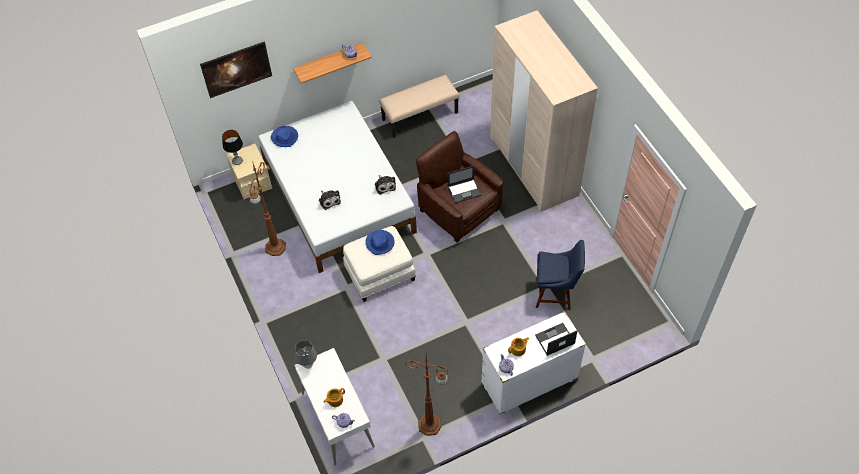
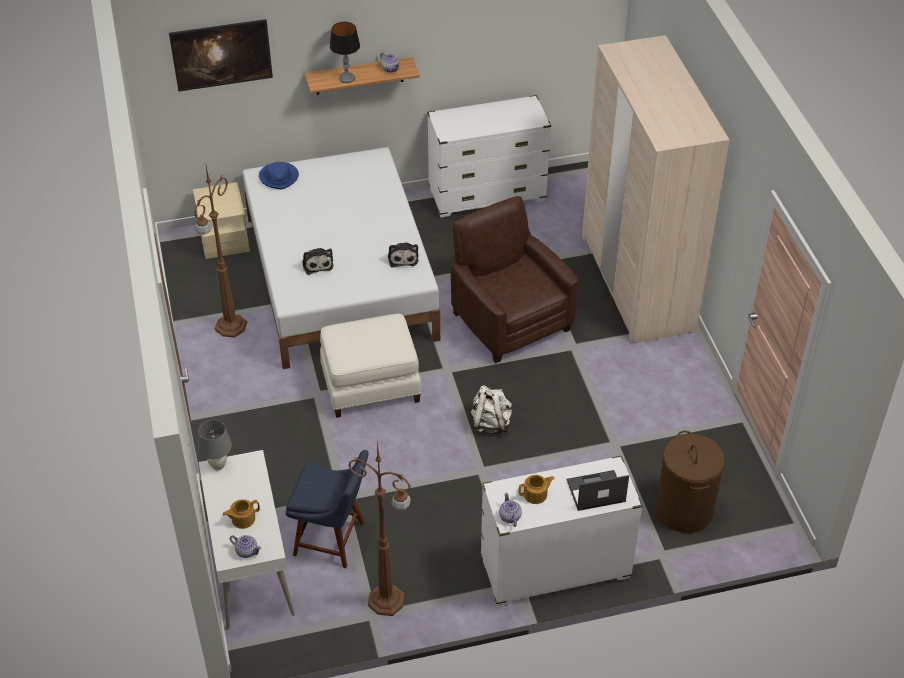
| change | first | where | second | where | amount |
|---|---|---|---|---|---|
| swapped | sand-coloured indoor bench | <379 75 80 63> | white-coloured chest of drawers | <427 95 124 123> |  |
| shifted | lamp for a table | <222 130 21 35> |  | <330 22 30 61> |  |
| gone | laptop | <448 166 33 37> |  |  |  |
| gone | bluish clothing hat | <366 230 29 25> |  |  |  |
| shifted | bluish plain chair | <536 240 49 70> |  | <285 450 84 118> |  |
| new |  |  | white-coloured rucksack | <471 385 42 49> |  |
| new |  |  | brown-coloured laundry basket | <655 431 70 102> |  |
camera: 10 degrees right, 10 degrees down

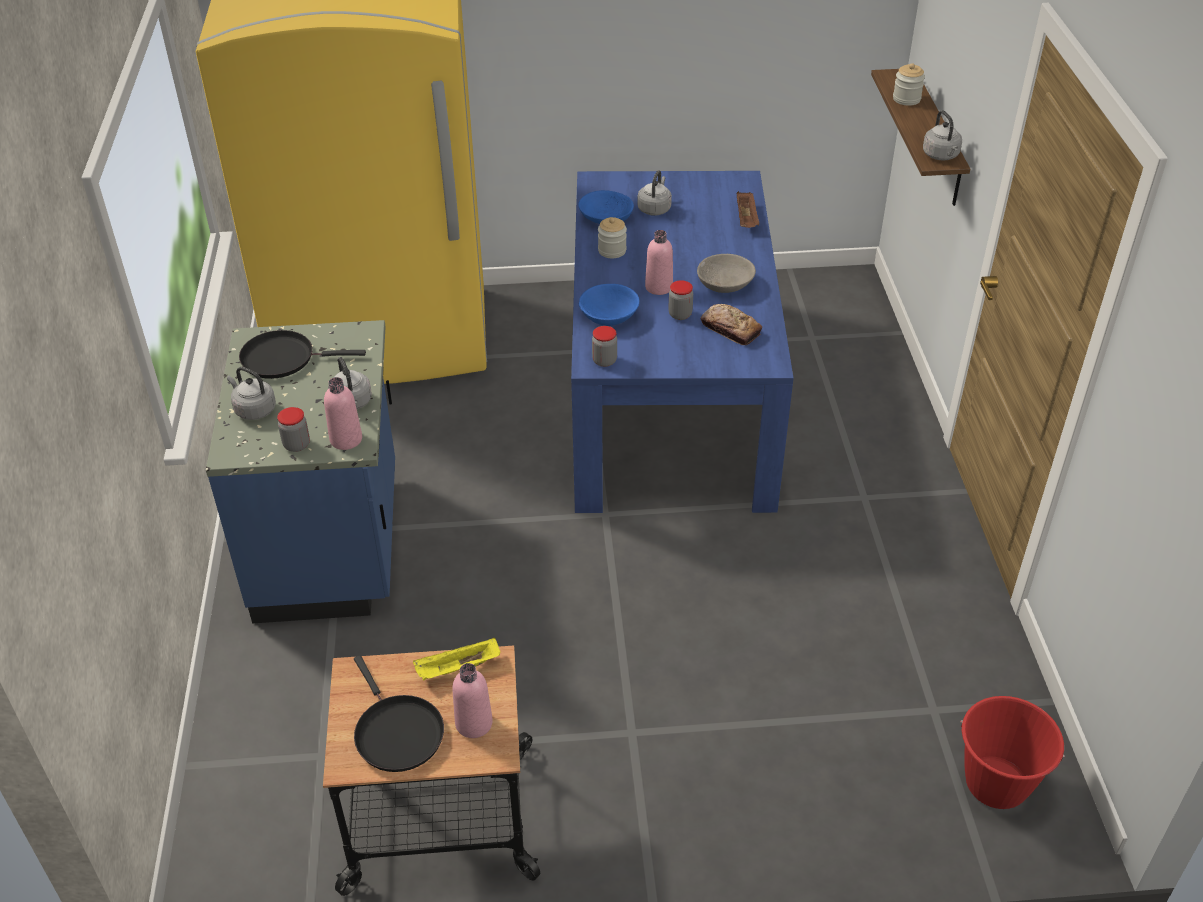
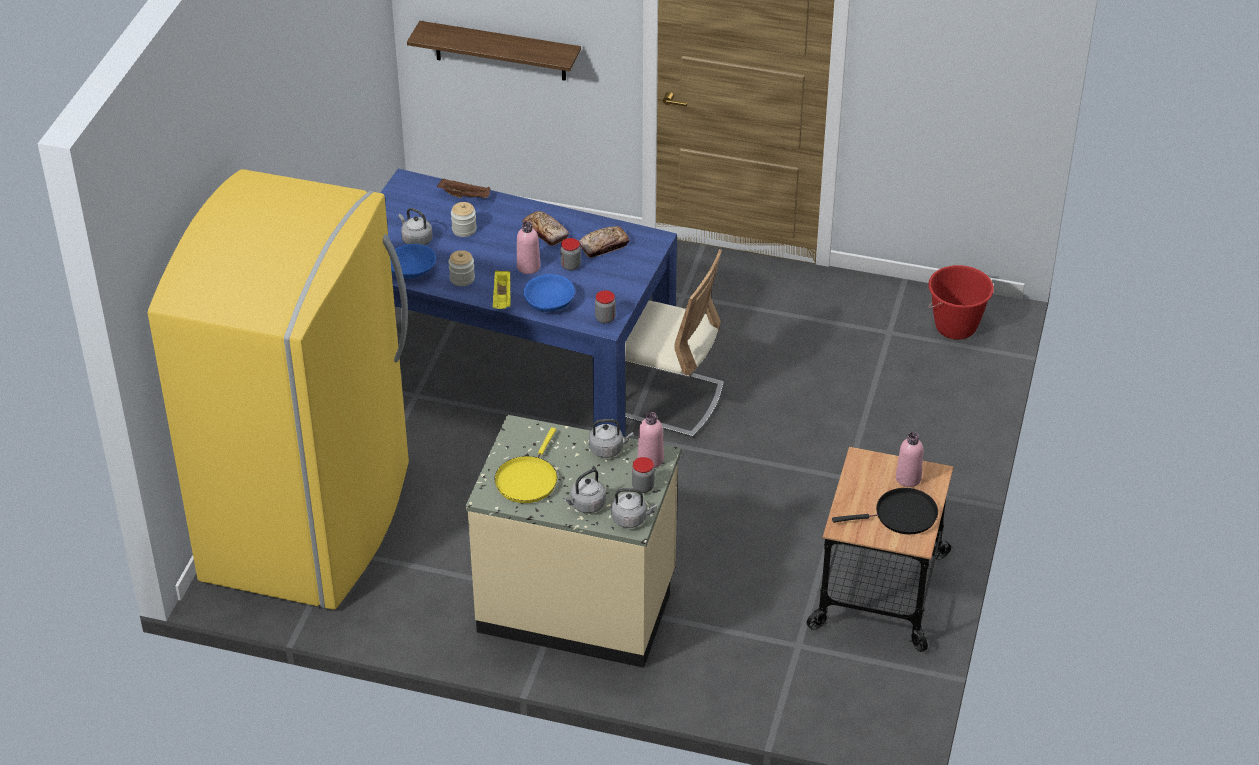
| change | first | where | second | where | amount |
|---|---|---|---|---|---|
| shifted | storage jar | <893 63 32 43> |  | <451 202 26 35> |  |
| shifted | gray water kettle | <923 110 39 51> |  | <611 488 46 40> |  |
| swapped | gray deep dish | <697 254 59 39> | baked bread | <522 211 47 35> |  |
| repainted | bluish kitchen base unit | <206 320 189 304> | sand-coloured kitchen base unit | <466 415 215 253> |  |
| repainted | black pan | <239 330 127 49> | yellow pan | <494 427 63 76> |  |
| shifted | yellow tray | <413 637 87 44> |  | <493 270 18 39> |  |
| new |  |  | sand-coloured plain chair | <625 249 99 188> |  |
camera: 70 degrees left, 0 degrees up

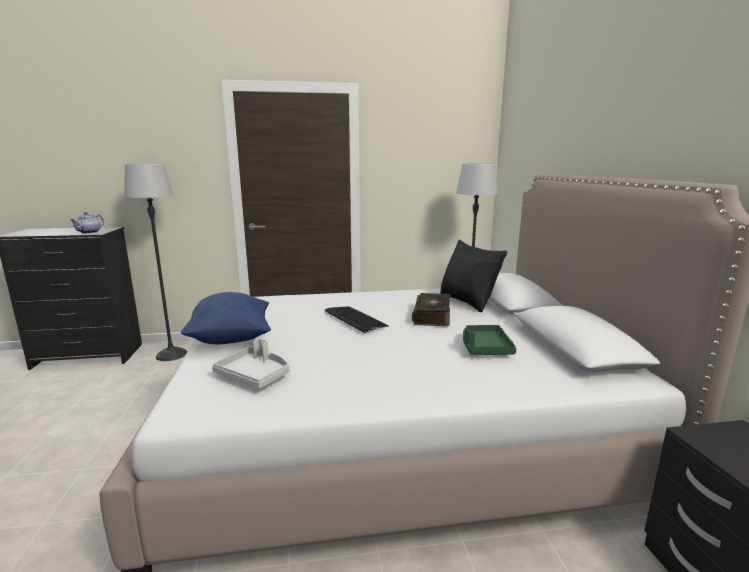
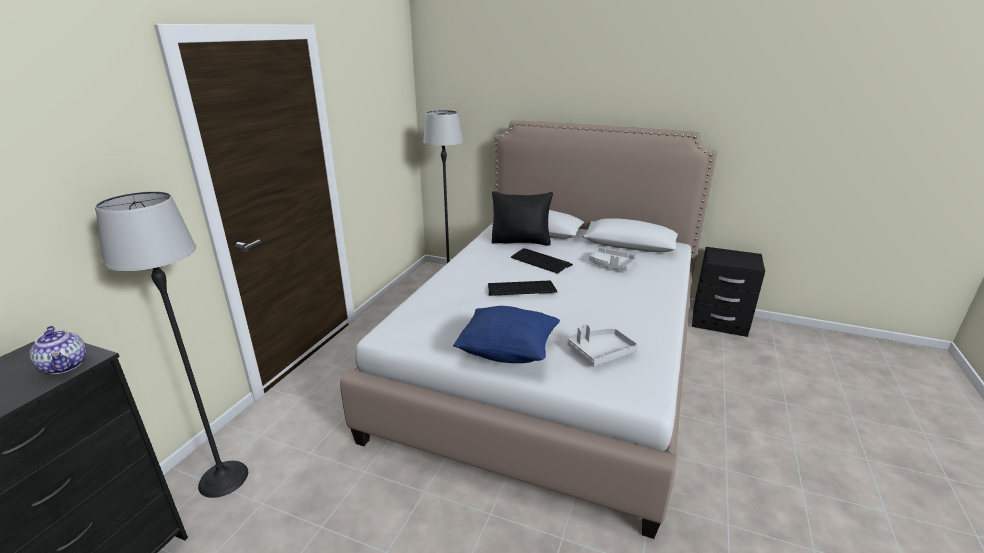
| change | first | where | second | where | amount |
|---|---|---|---|---|---|
| swapped | bound book | <412 293 38 33> | keyboard | <511 248 62 26> |  |
| repainted | green tray | <463 325 53 30> | gray tray | <589 247 47 24> |  |
camera: 60 degrees left, 10 degrees up

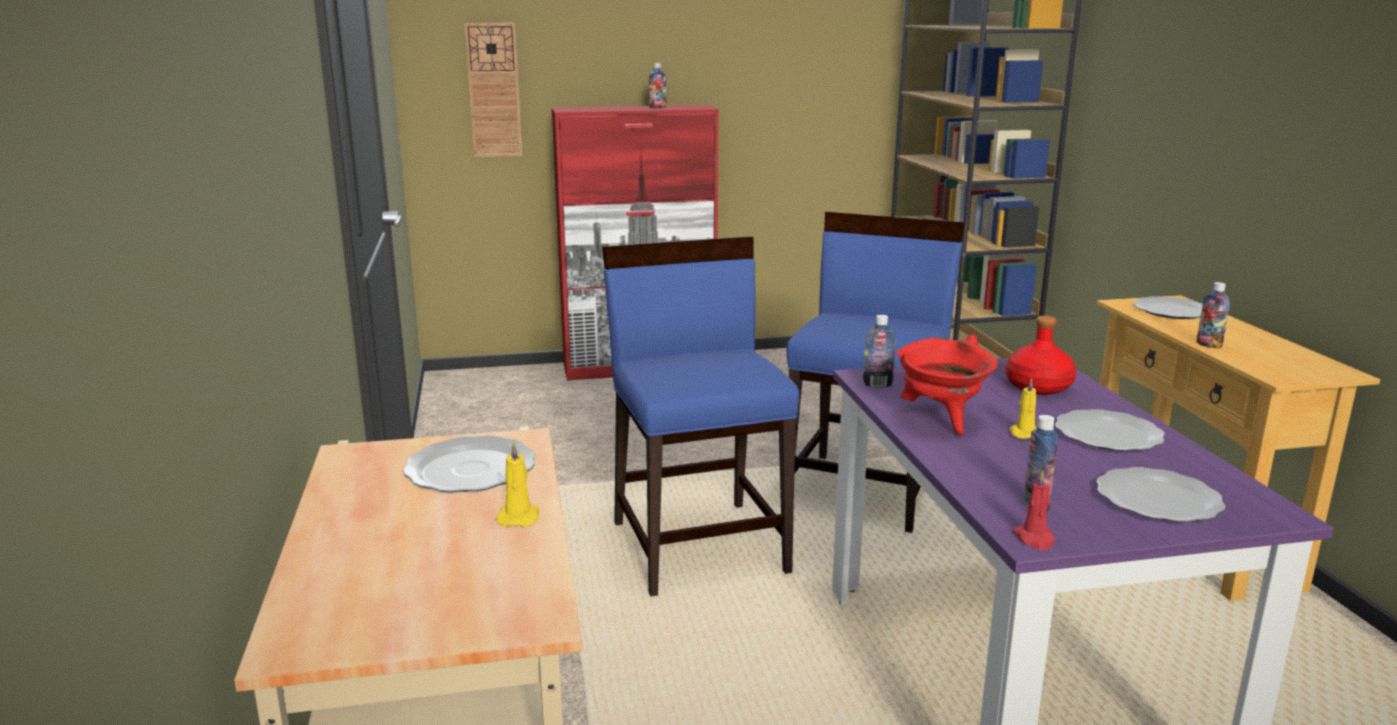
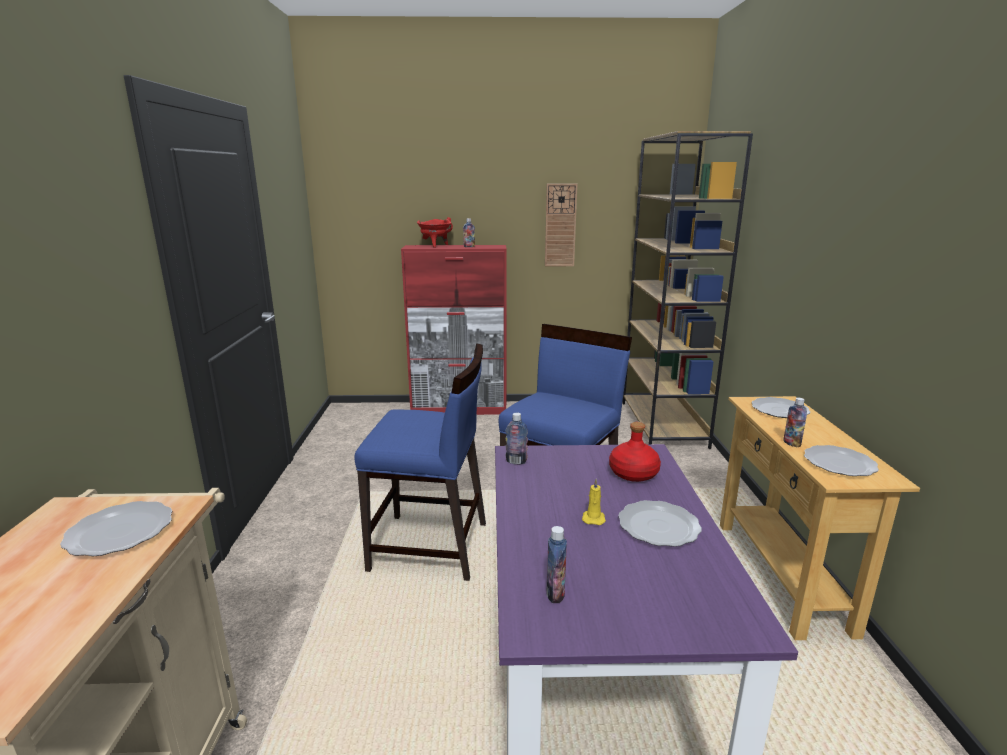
| change | first | where | second | where | amount |
|---|---|---|---|---|---|
| shifted | wall clock | <465 23 57 134> |  | <545 184 32 82> |  |
| rotated | bluish plain chair | <602 237 197 360> |  | <354 343 132 238> | 105 degrees clockwise |
| shifted | red cooking pot | <896 335 102 100> |  | <417 217 36 31> |  |
| gone | yellow wax light | <495 441 44 86> |  |  |  |
| shifted | plate | <1096 467 129 55> |  | <804 445 75 31> |  |
| gone | red wax light | <1013 470 42 80> |  |  |  |
camera: 10 degrees right, 0 degrees up

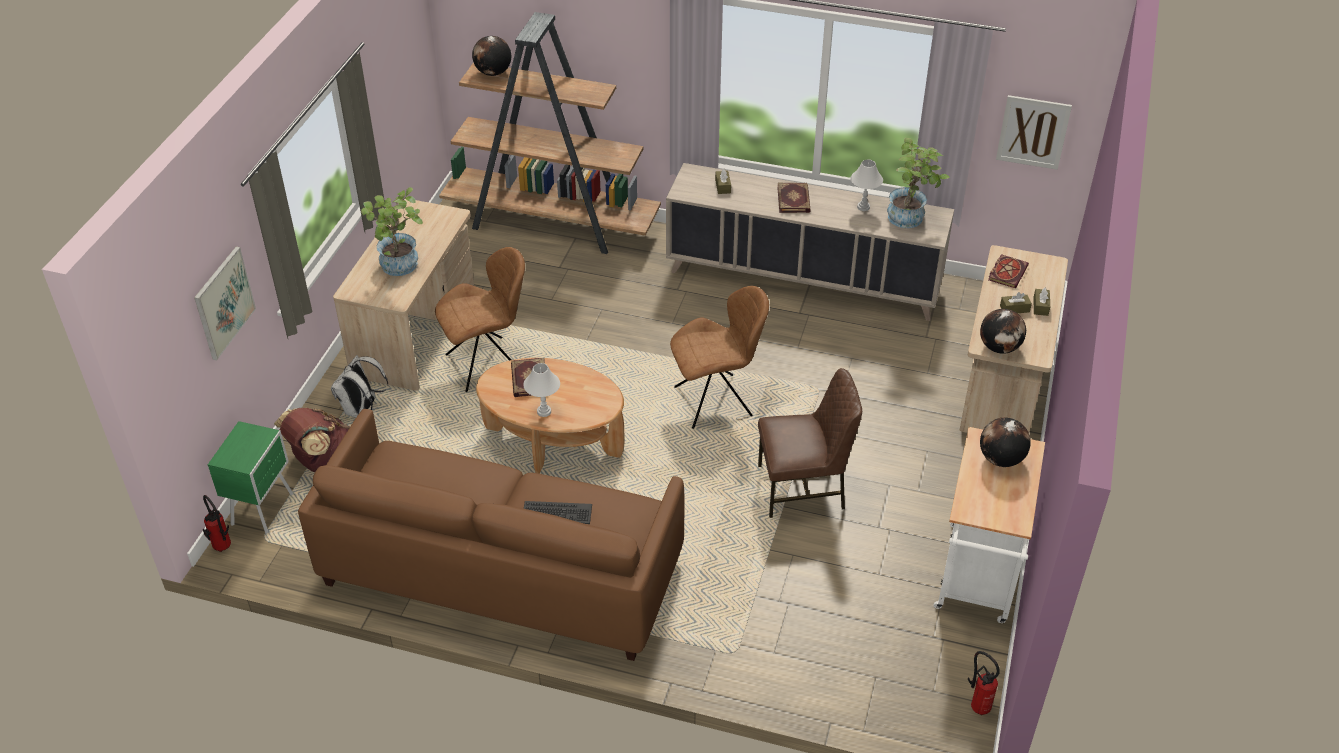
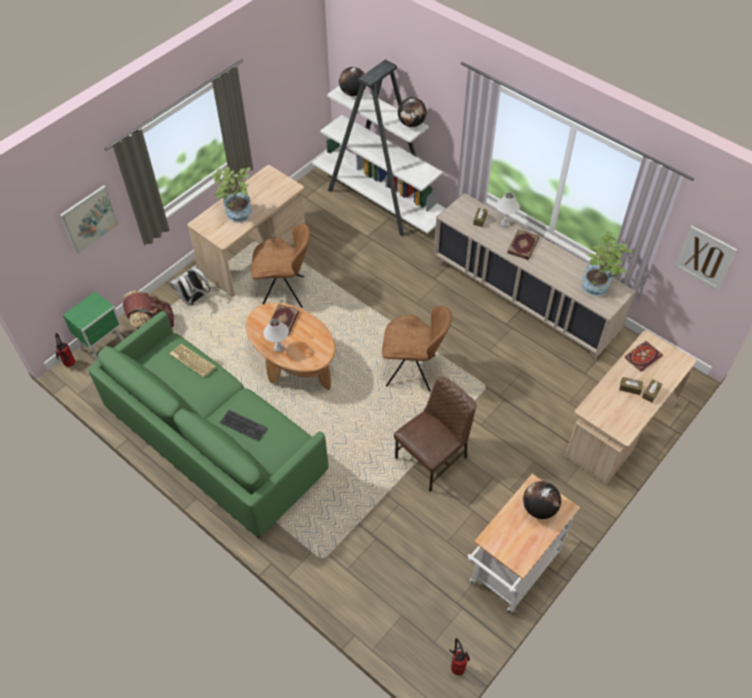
| change | first | where | second | where | amount |
|---|---|---|---|---|---|
| repainted | brown-coloured bookcase | <439 12 222 242> | white-coloured bookcase | <312 60 134 177> |  |
| shifted | white-coloured lamp for a table | <850 160 33 51> |  | <496 192 24 35> |  |
| shifted | desk globe | <980 309 46 45> |  | <398 97 29 30> |  |
| rotated | brown-coloured plain chair | <758 368 104 150> |  | <394 377 82 115> | 60 degrees counterclockwise |
| repainted | brown-coloured sofa | <298 409 386 252> | green sofa | <88 311 241 227> |  |
| new |  |  | keyboard | <170 344 46 33> |  |
camera: 25 degrees right, 10 degrees up

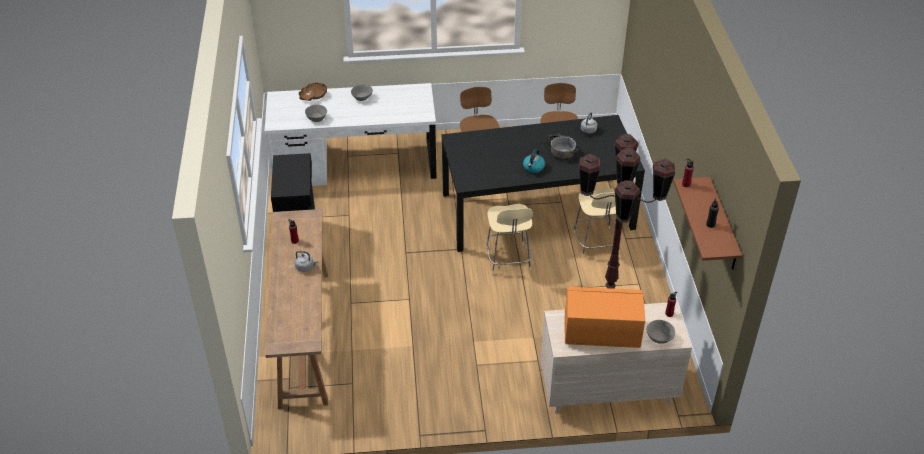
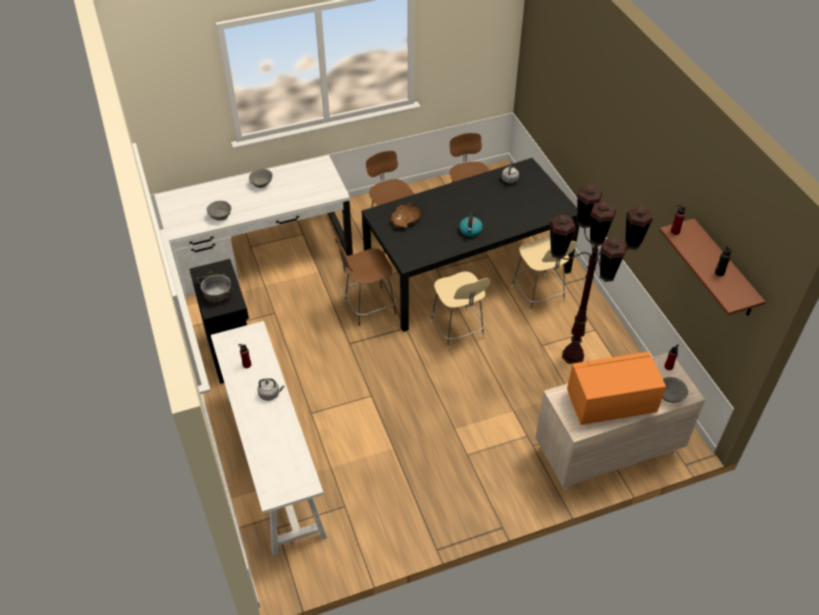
| change | first | where | second | where | amount |
|---|---|---|---|---|---|
| shifted | brown-coloured deep dish | <299 83 28 18> |  | <390 203 31 24> |  |
| shifted | cooking pot | <547 132 32 28> |  | <196 270 38 34> |  |
| repainted | brown-coloured hall table | <265 209 63 200> | white-coloured hall table | <211 321 116 235> |  |
| new |  |  | brown-coloured plain chair | <335 238 61 88> |  |
camera: 15 degrees left, 5 degrees up

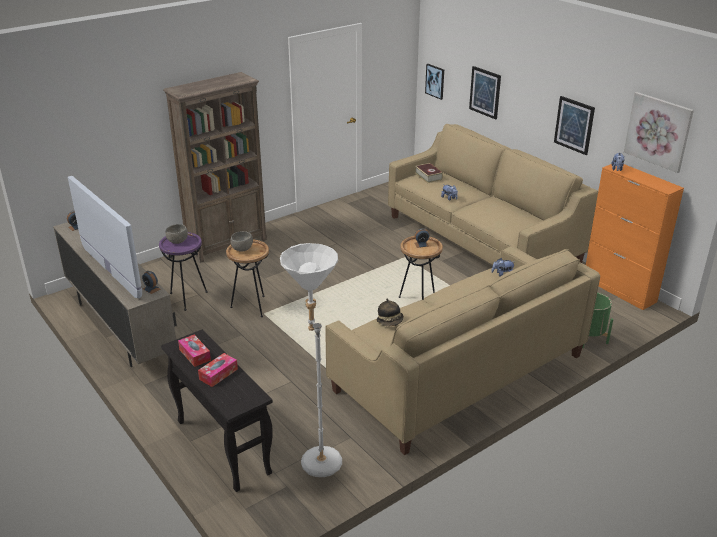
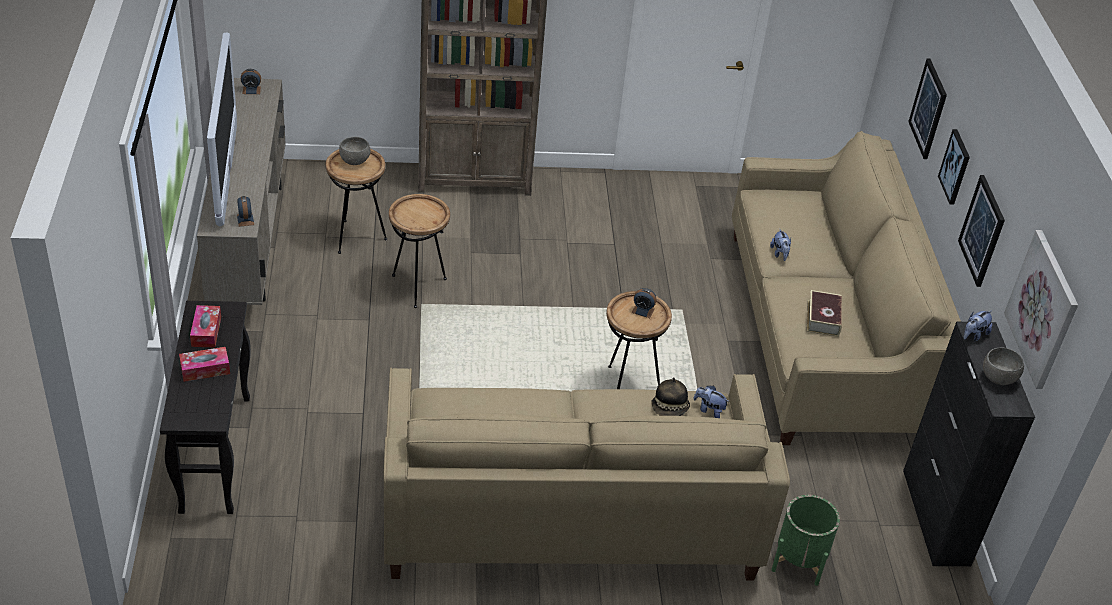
| change | first | where | second | where | amount |
|---|---|---|---|---|---|
| shifted | wall picture | <425 64 19 36> |  | <938 129 32 76> |  |
| shifted | bound book | <415 163 28 20> |  | <807 290 35 47> |  |
| repainted | orange cabinet | <586 164 98 146> | black cabinet | <903 322 132 244> |  |
| shifted | gray deep dish | <230 231 23 21> |  | <983 348 41 37> |  |
| repainted | purple-coloured side table | <159 232 49 79> | brown-coloured side table | <326 149 61 105> |  |
| gone | white-coloured standing lamp | <280 243 62 234> |  |  |  |
| shifted | clothing hat | <376 299 28 27> |  | <651 377 39 39> |  |
camera: 30 degrees right, 10 degrees up

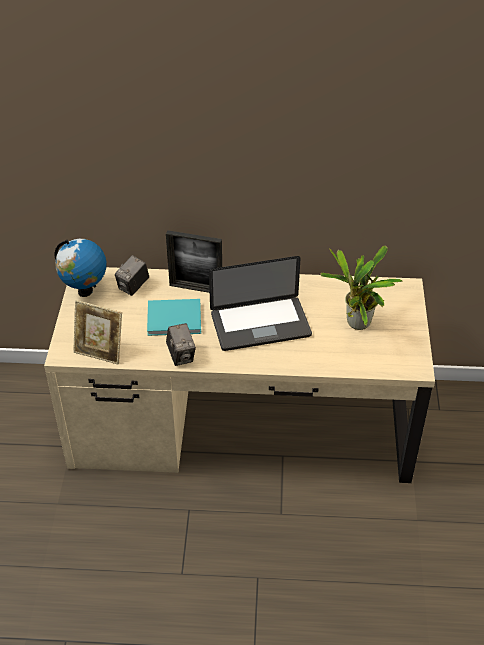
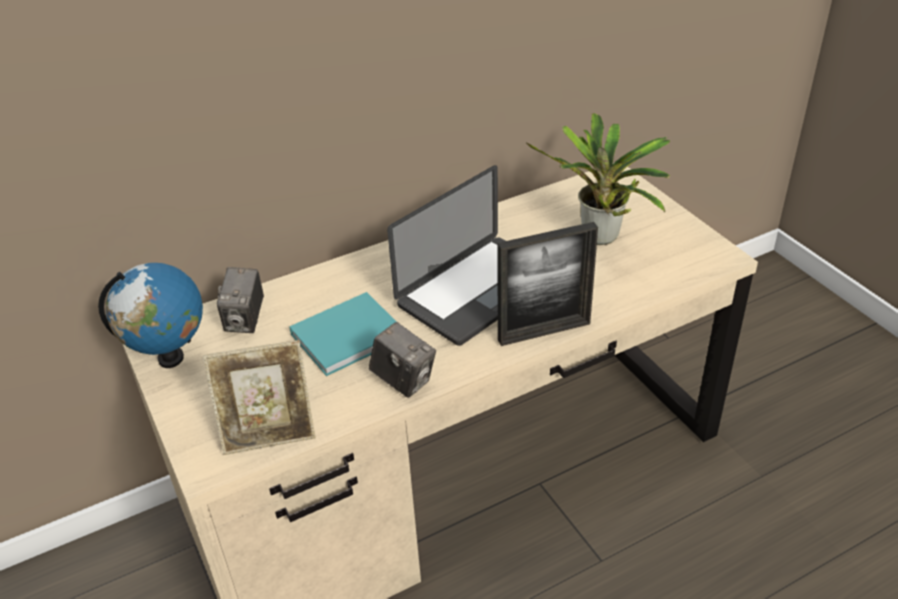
| change | first | where | second | where | amount |
|---|---|---|---|---|---|
| shifted | standing frame | <166 230 56 63> |  | <497 222 101 124> |  |
camera: 30 degrees left, 5 degrees down

